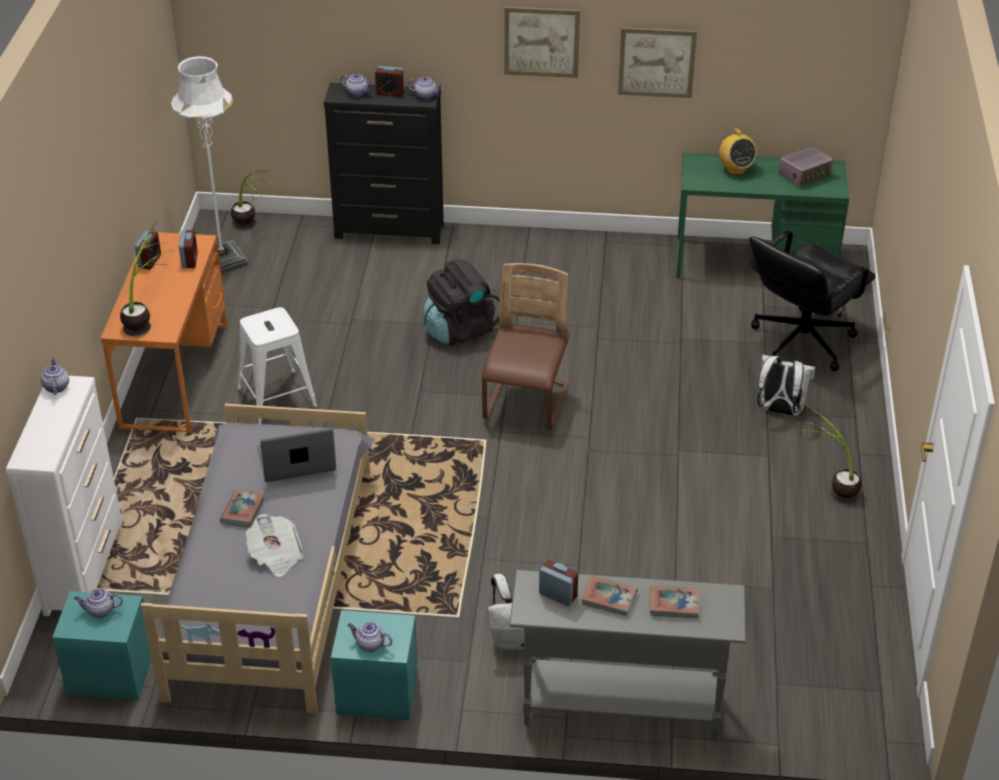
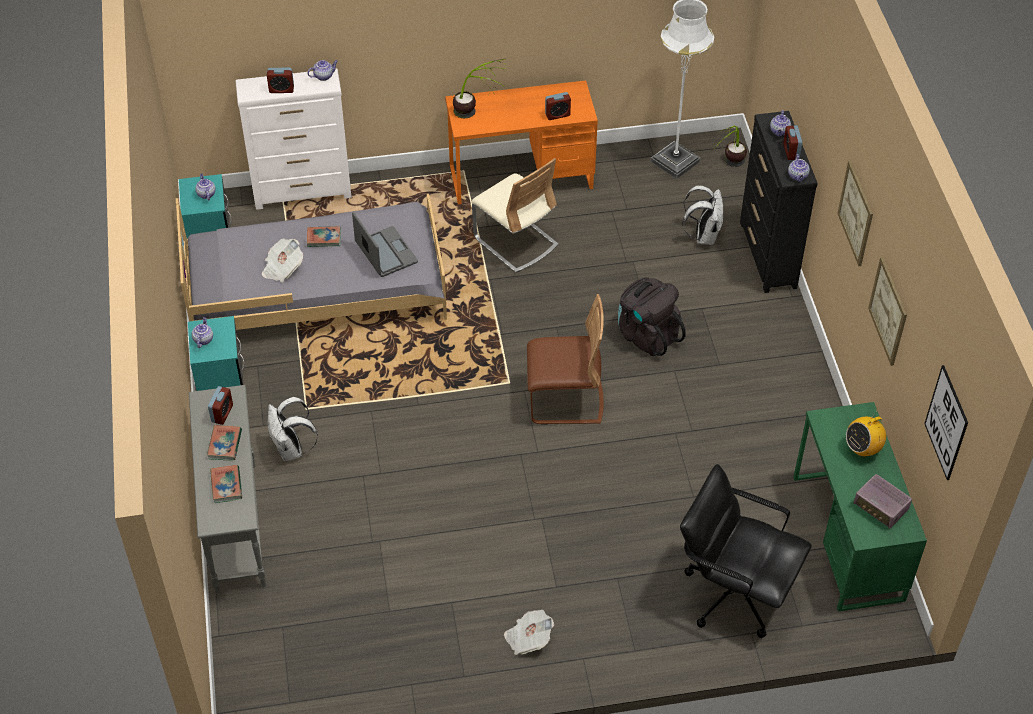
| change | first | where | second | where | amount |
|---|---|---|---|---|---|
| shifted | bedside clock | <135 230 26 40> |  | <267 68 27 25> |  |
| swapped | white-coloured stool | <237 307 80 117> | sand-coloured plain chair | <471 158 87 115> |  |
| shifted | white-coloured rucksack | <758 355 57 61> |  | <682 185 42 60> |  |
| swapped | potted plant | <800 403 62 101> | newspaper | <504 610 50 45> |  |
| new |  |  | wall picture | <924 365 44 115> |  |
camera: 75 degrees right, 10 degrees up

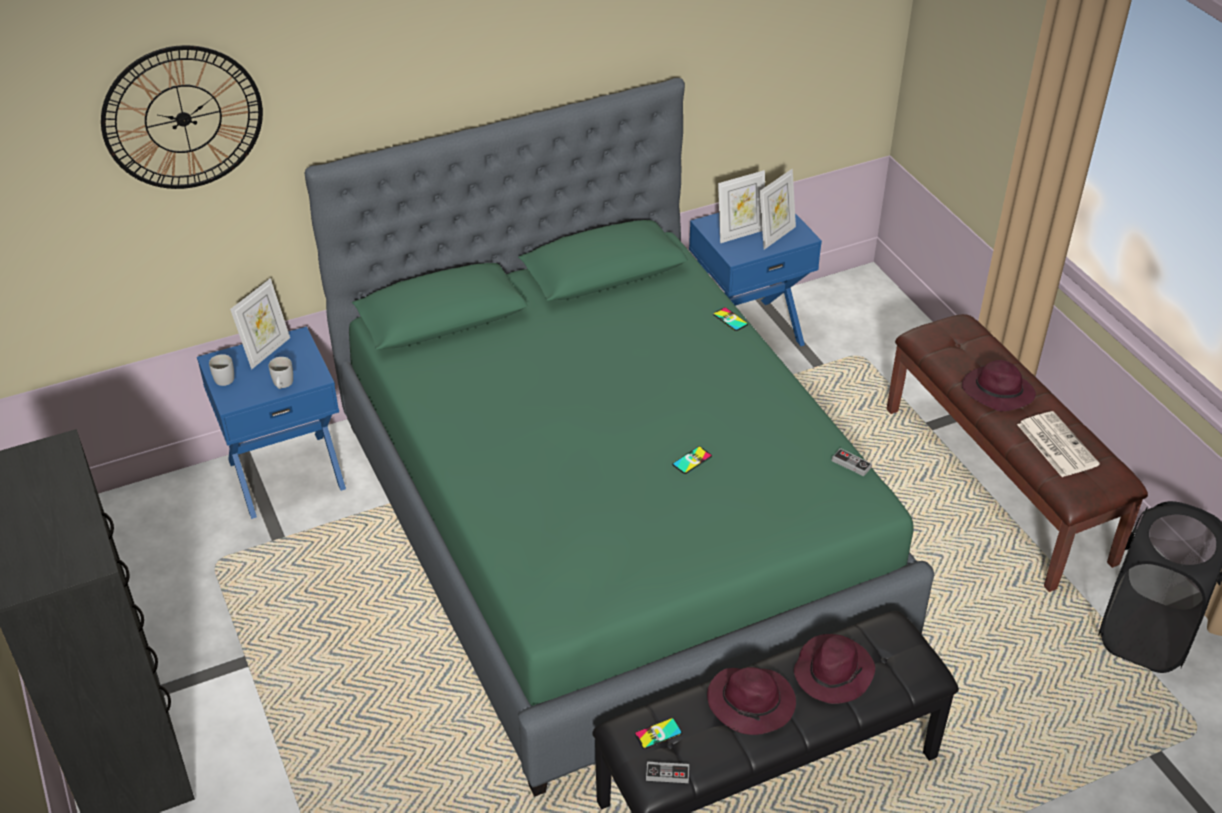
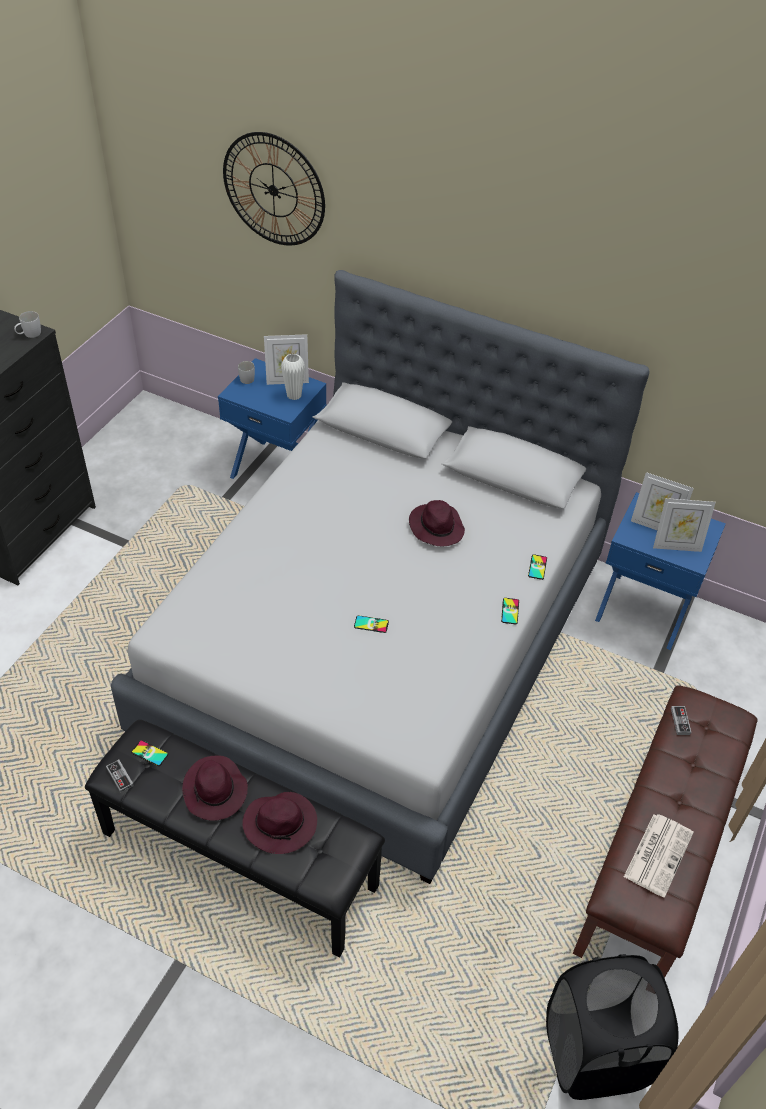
| change | first | where | second | where | amount |
|---|---|---|---|---|---|
| repainted | green bed | <304 78 630 719> | gray bed | <111 270 539 614> |  |
| shifted | white-coloured tea mug | <269 357 24 32> |  | <14 311 27 27> |  |
| shifted | purple-coloured clothing hat | <962 360 74 51> |  | <409 500 56 46> |  |
| shifted | joypad | <832 448 40 29> |  | <671 706 20 29> |  |
| new |  |  | white-coloured flower vase | <281 353 24 47> |  |
| new |  |  | telephone | <501 598 18 26> |  |
camera: 50 degrees right, 5 degrees up

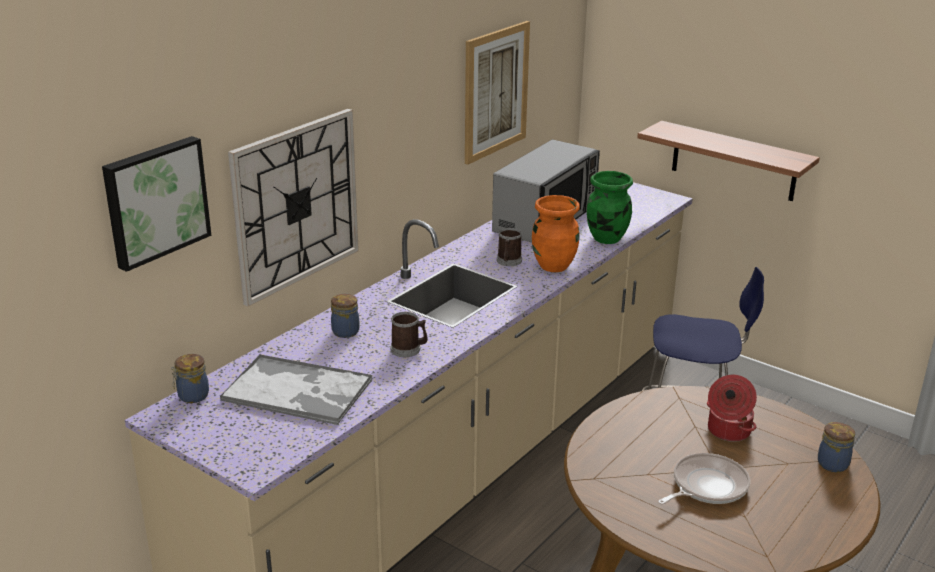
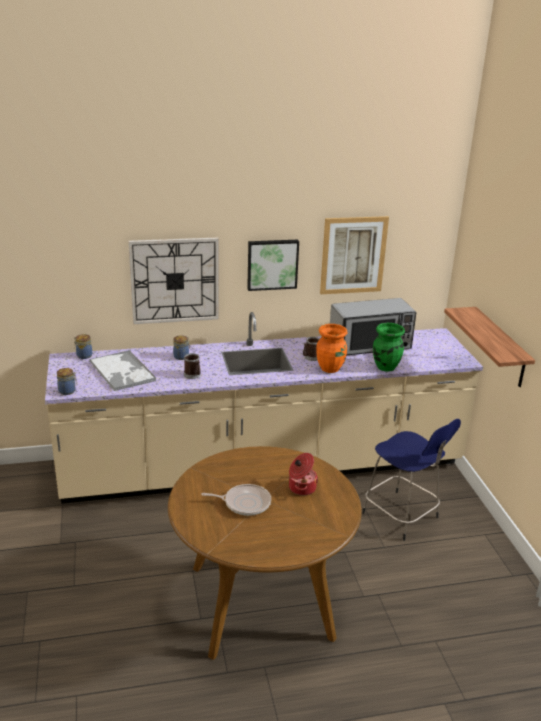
| change | first | where | second | where | amount |
|---|---|---|---|---|---|
| shifted | wall picture | <102 136 109 136> |  | <247 240 52 51> |  |
| shifted | storage jar | <818 422 37 50> |  | <57 368 20 27> |  |
camera: 40 degrees right, 0 degrees up

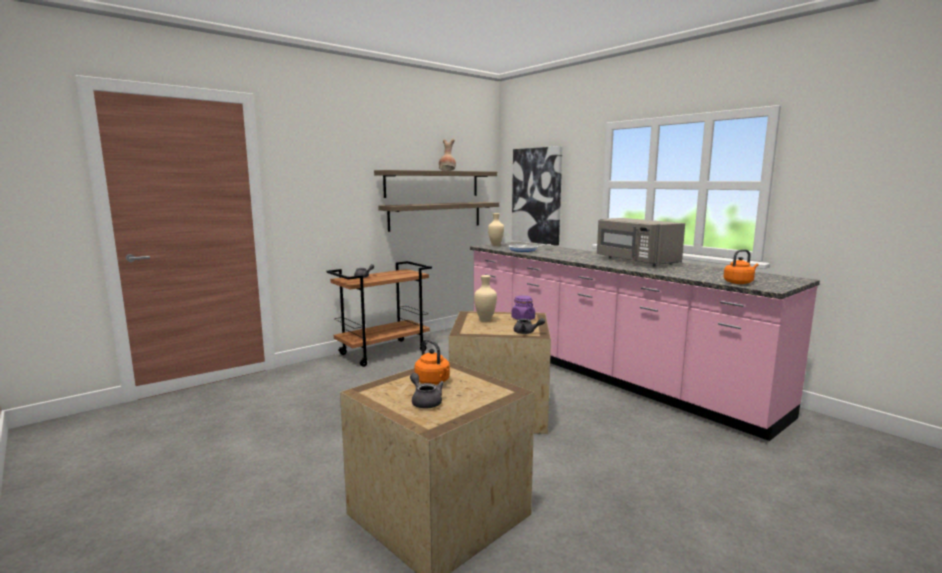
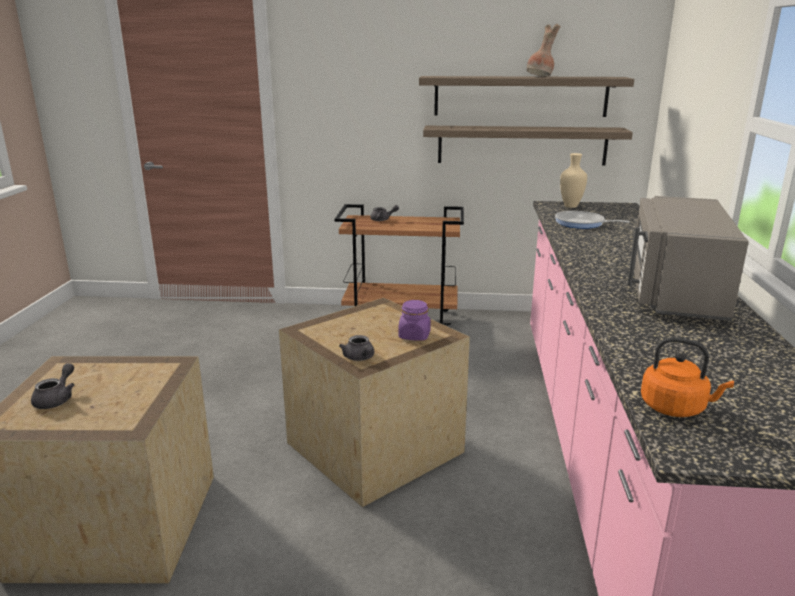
| change | first | where | second | where | amount |
|---|---|---|---|---|---|
| gone | wall picture | <512 146 50 100> |  |  |  |
| gone | sand-coloured flower vase | <474 275 23 47> |  |  |  |
| gone | orange water kettle | <414 339 36 46> |  |  |  |
camera: 45 degrees right, 10 degrees up

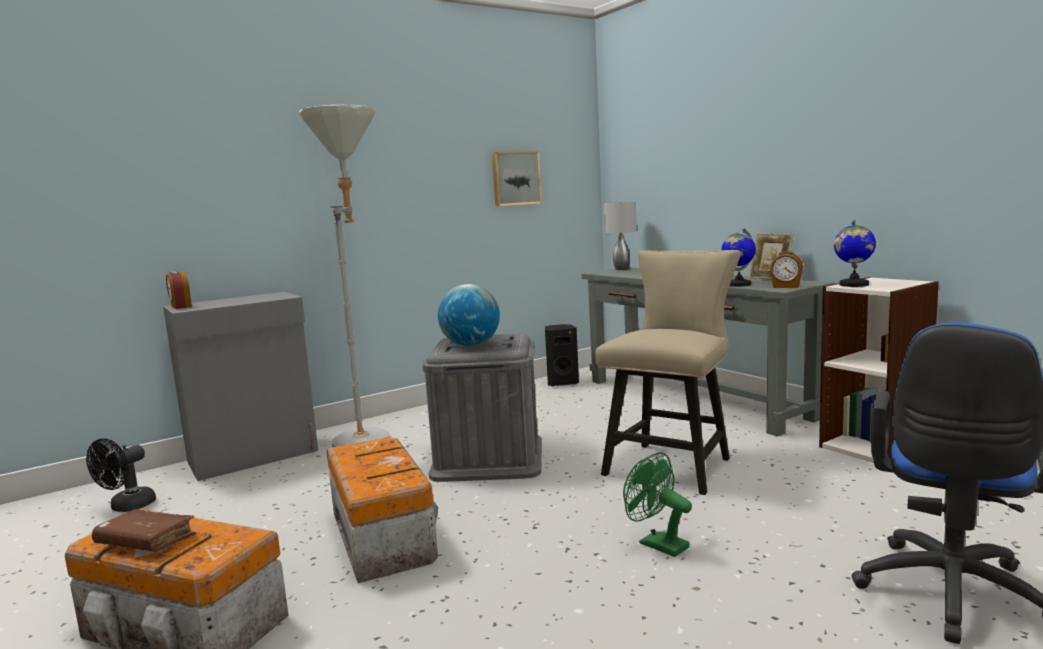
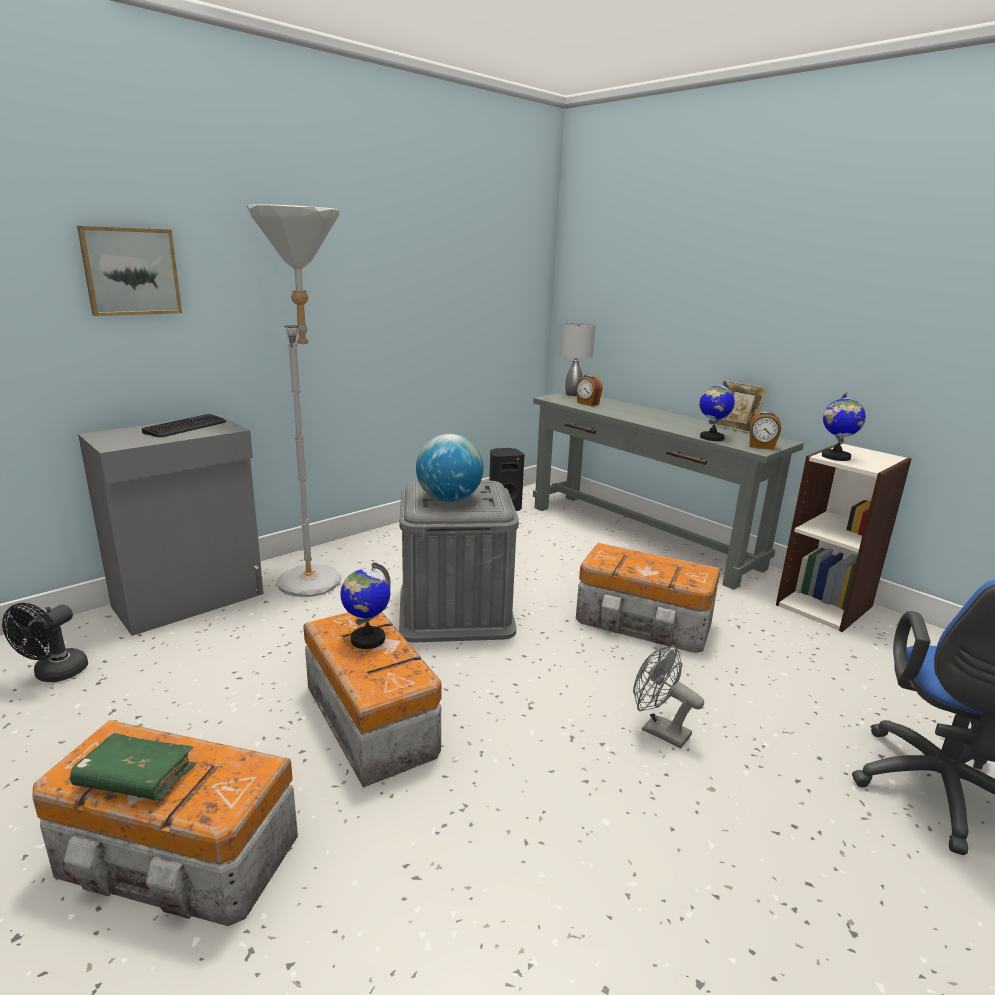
| change | first | where | second | where | amount |
|---|---|---|---|---|---|
| shifted | wall picture | <492 151 49 55> |  | <77 226 105 90> |  |
| swapped | sand-coloured plain chair | <595 250 146 245> | storage container | <576 543 144 110> |  |
| shifted | bedside clock | <166 270 26 39> |  | <576 375 26 31> |  |
| repainted | green fan | <623 452 69 105> | gray fan | <633 645 71 103> |  |
| repainted | brown-coloured bound book | <92 509 105 43> | green bound book | <70 733 126 68> |  |
| new |  |  | keyboard | <142 414 84 23> |  |
| new |  |  | desk globe | <340 562 51 87> |  |
camera: 10 degrees left, 10 degrees up

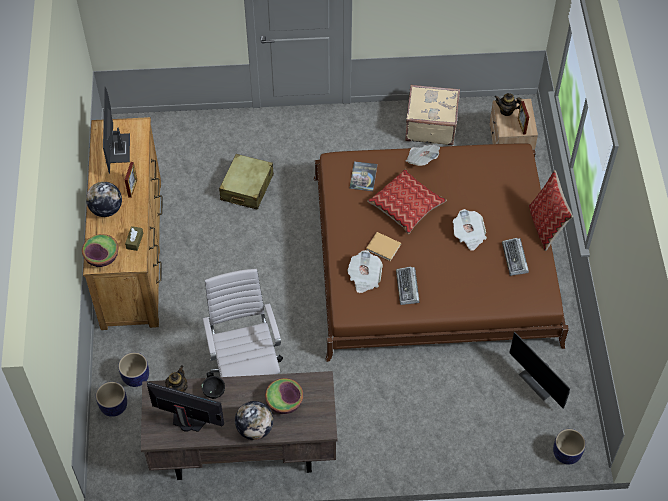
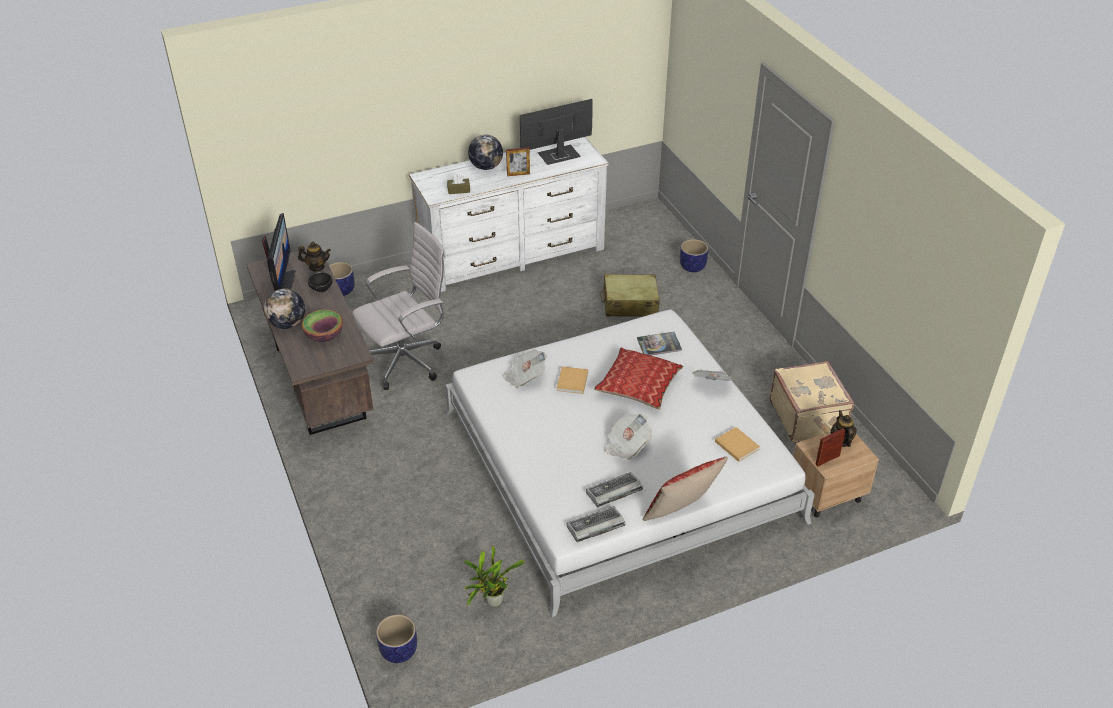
| change | first | where | second | where | amount |
|---|---|---|---|---|---|
| repainted | brown-coloured chest of drawers | <83 117 80 213> | white-coloured chest of drawers | <409 137 200 155> |  |
| repainted | brown-coloured bed | <314 143 255 219> | white-coloured bed | <445 310 370 307> |  |
| gone | deep dish | <82 234 36 33> |  |  |  |
| shifted | keyboard | <396 266 24 39> |  | <567 506 58 37> |  |
| swapped | computer screen | <509 332 61 77> | potted plant | <464 546 61 61> |  |
| shifted | planter | <118 352 31 35> |  | <680 239 28 33> |  |
| new |  |  | sand-coloured bound book | <715 427 45 35> |  |
camera: 70 degrees right, 15 degrees down

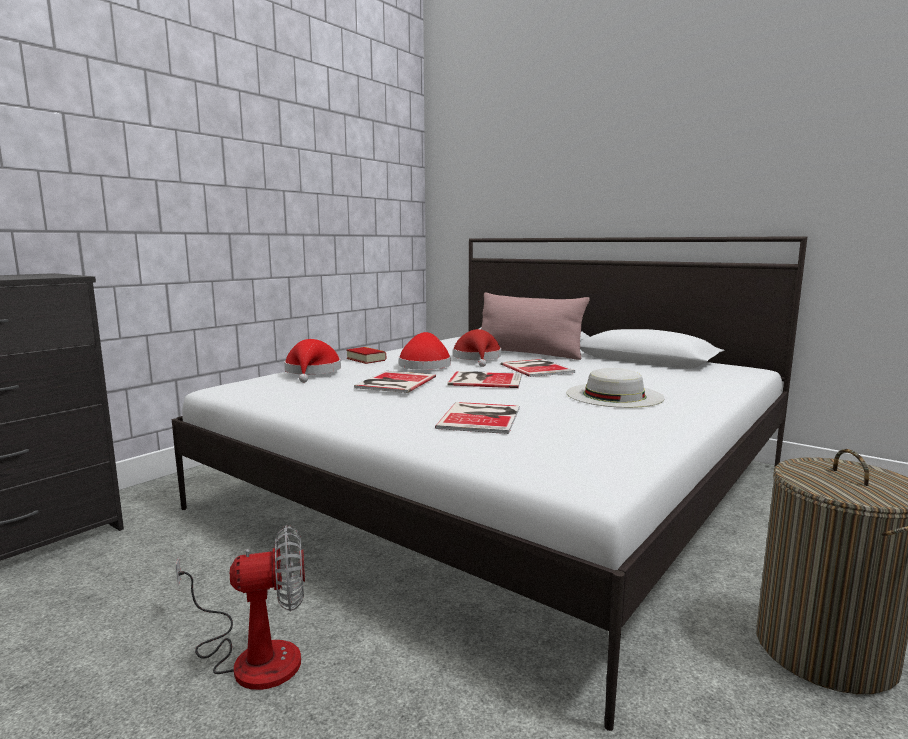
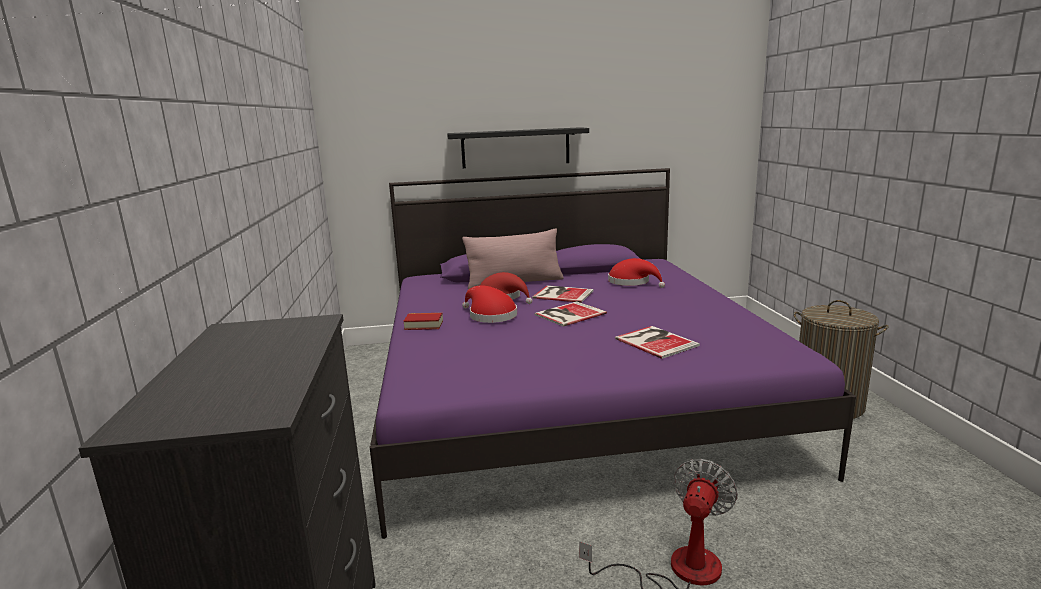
| change | first | where | second | where | amount |
|---|---|---|---|---|---|
| repainted | white-coloured bed | <172 236 636 495> | purple-coloured bed | <370 168 486 371> |  |
| shifted | red clothing hat | <284 339 57 44> |  | <608 258 57 30> |  |
| gone | white-coloured clothing hat | <566 368 99 40> |  |  |  |
| gone | bound book | <354 371 82 22> |  |  |  |
| new |  |  | black wall shelf | <447 127 142 41> |  |
camera: 45 degrees left, 5 degrees up

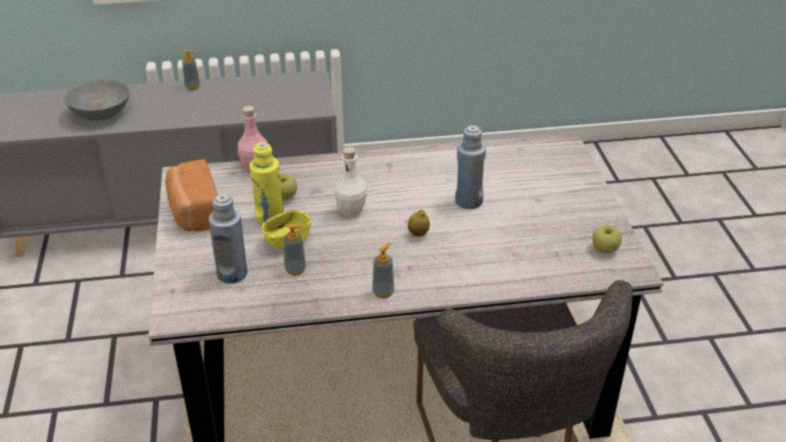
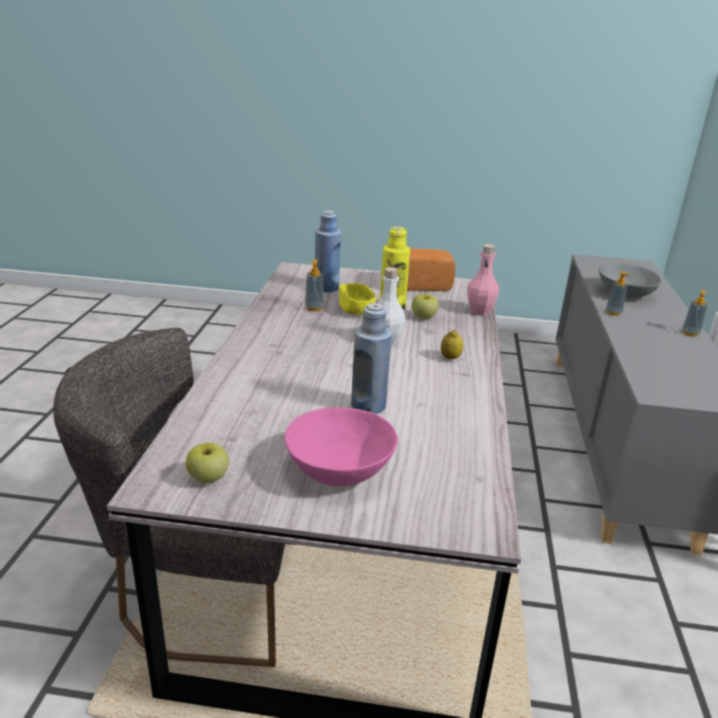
| change | first | where | second | where | amount |
|---|---|---|---|---|---|
| shifted | lemon | <408 210 22 27> |  | <441 330 22 29> |  |
| shifted | soap dispenser | <372 242 23 56> |  | <606 271 25 45> |  |
| new |  |  | pink deep dish | <285 407 113 79> |  |
camera: 105 degrees right, 10 degrees down

